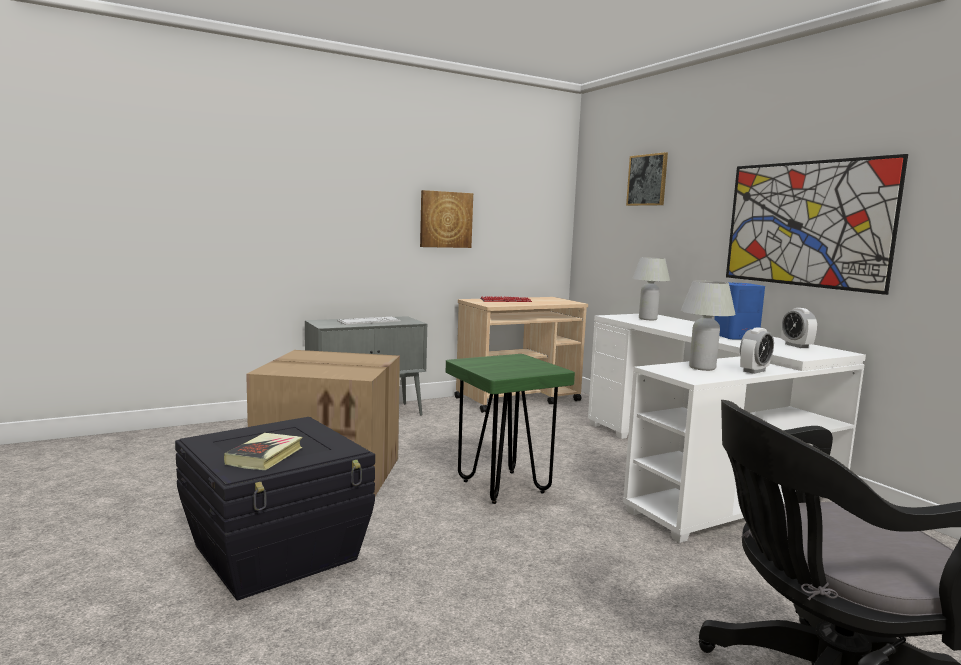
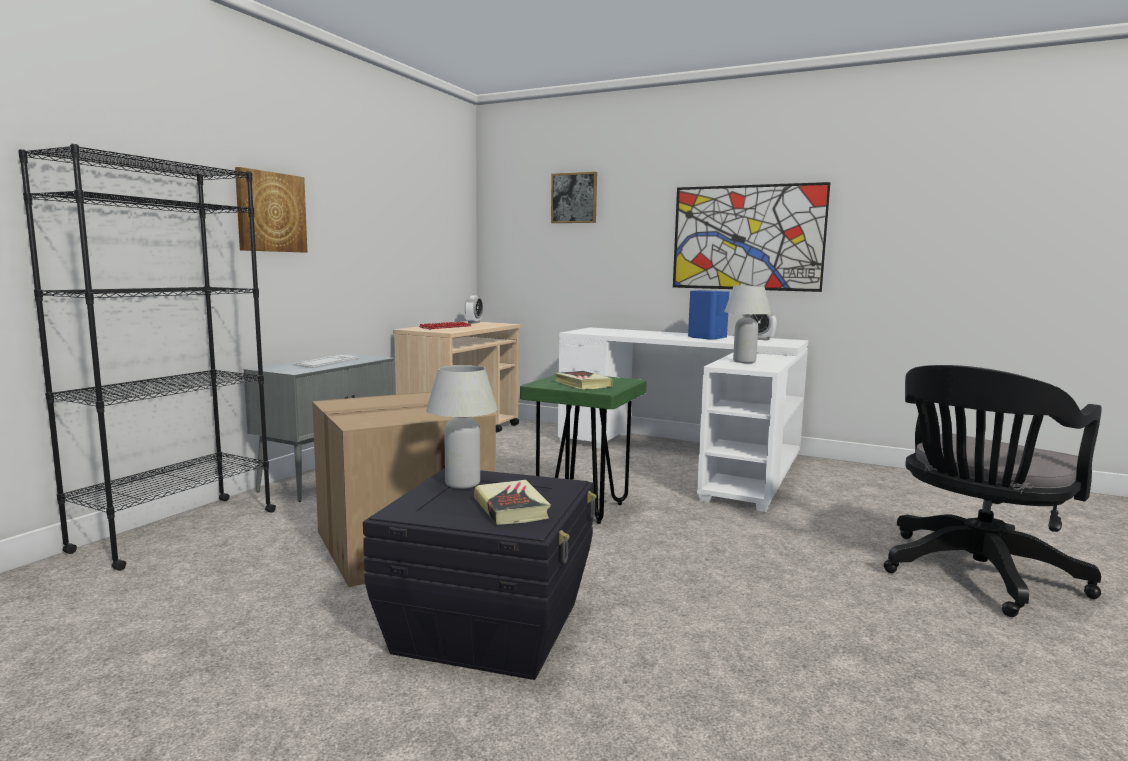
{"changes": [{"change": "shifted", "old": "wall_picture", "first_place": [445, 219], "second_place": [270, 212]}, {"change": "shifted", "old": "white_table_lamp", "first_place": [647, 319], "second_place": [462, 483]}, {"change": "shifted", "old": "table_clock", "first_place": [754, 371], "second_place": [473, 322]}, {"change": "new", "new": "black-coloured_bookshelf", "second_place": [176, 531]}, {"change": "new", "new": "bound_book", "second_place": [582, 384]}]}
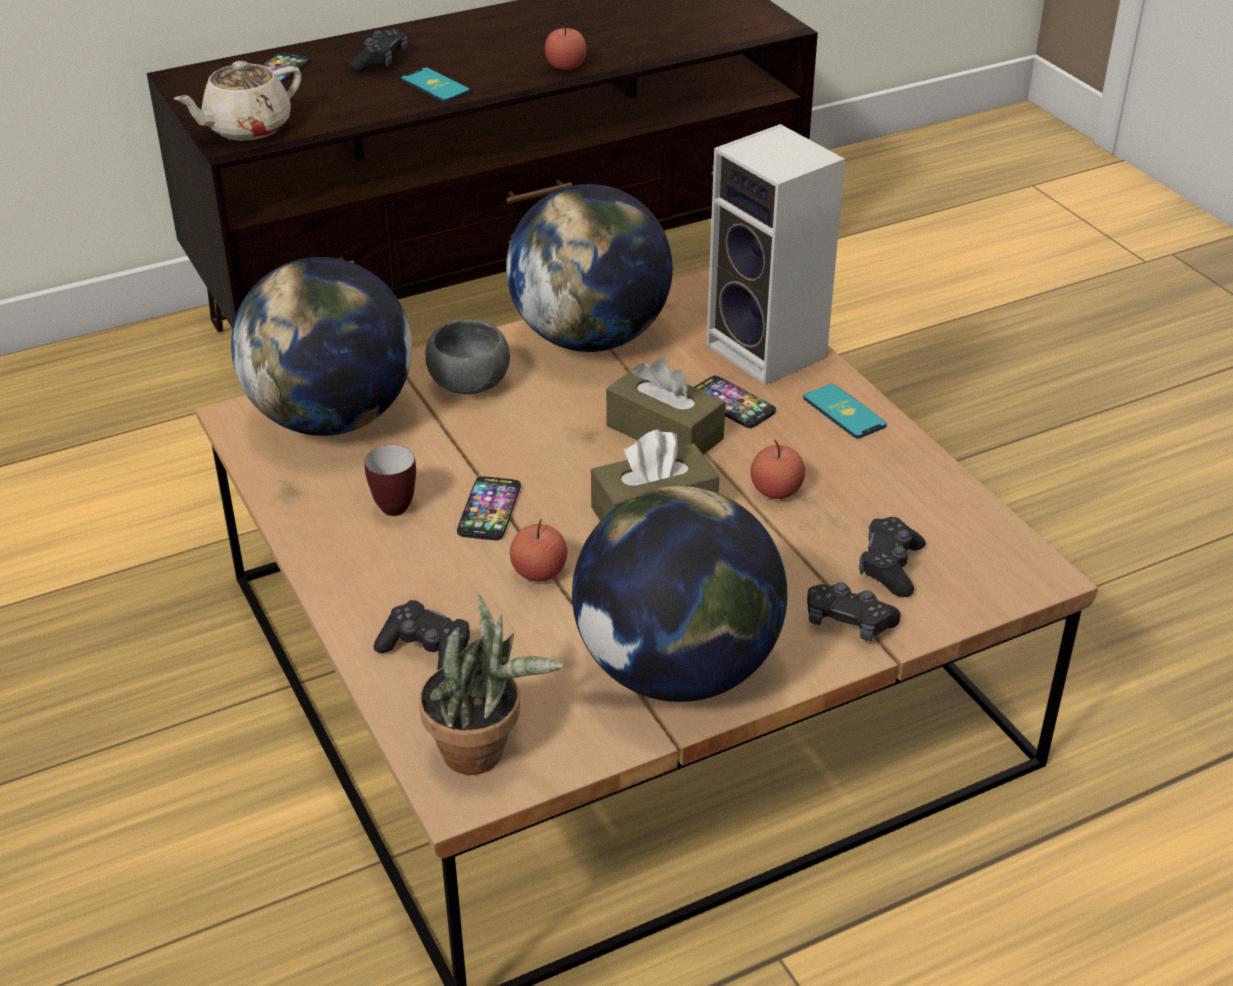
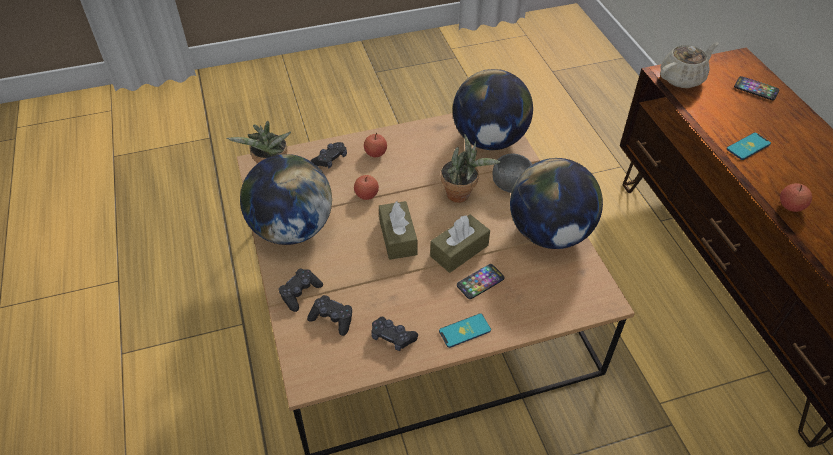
{"changes": [{"change": "shifted", "old": "black-coloured_gamepad", "first_place": [381, 61], "second_place": [392, 337]}, {"change": "rotated", "old": "sand-coloured_teapot", "first_place": [246, 128], "second_place": [682, 78], "degrees": 90}, {"change": "gone", "old": "speaker", "first_place": [771, 352]}, {"change": "shifted", "old": "apple", "first_place": [776, 491], "second_place": [375, 153]}, {"change": "gone", "old": "mug", "first_place": [390, 505]}, {"change": "gone", "old": "handset", "first_place": [489, 510]}, {"change": "new", "new": "houseplant", "second_place": [462, 195]}]}
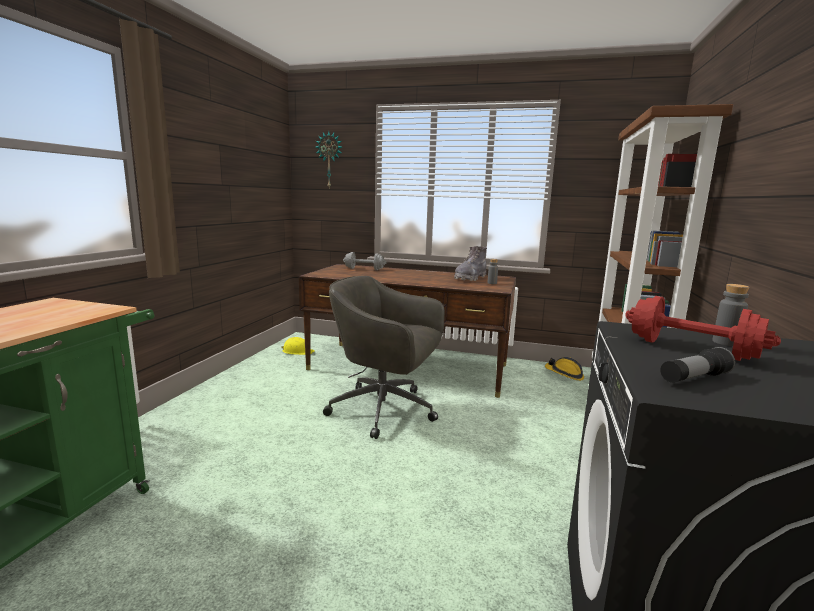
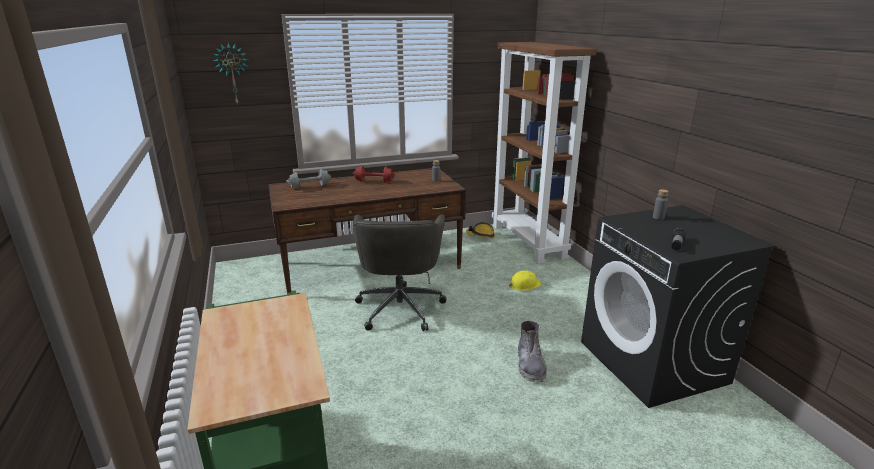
{"changes": [{"change": "shifted", "old": "greyish_high-top_boot", "first_place": [470, 278], "second_place": [530, 365]}, {"change": "rotated", "old": "greyish_desk_chair", "first_place": [385, 410], "second_place": [400, 307], "degrees": -75}, {"change": "shifted", "old": "reddish_hand_weight", "first_place": [691, 349], "second_place": [374, 181]}, {"change": "shifted", "old": "yellow-coloured_hard_hat", "first_place": [297, 351], "second_place": [524, 285]}]}
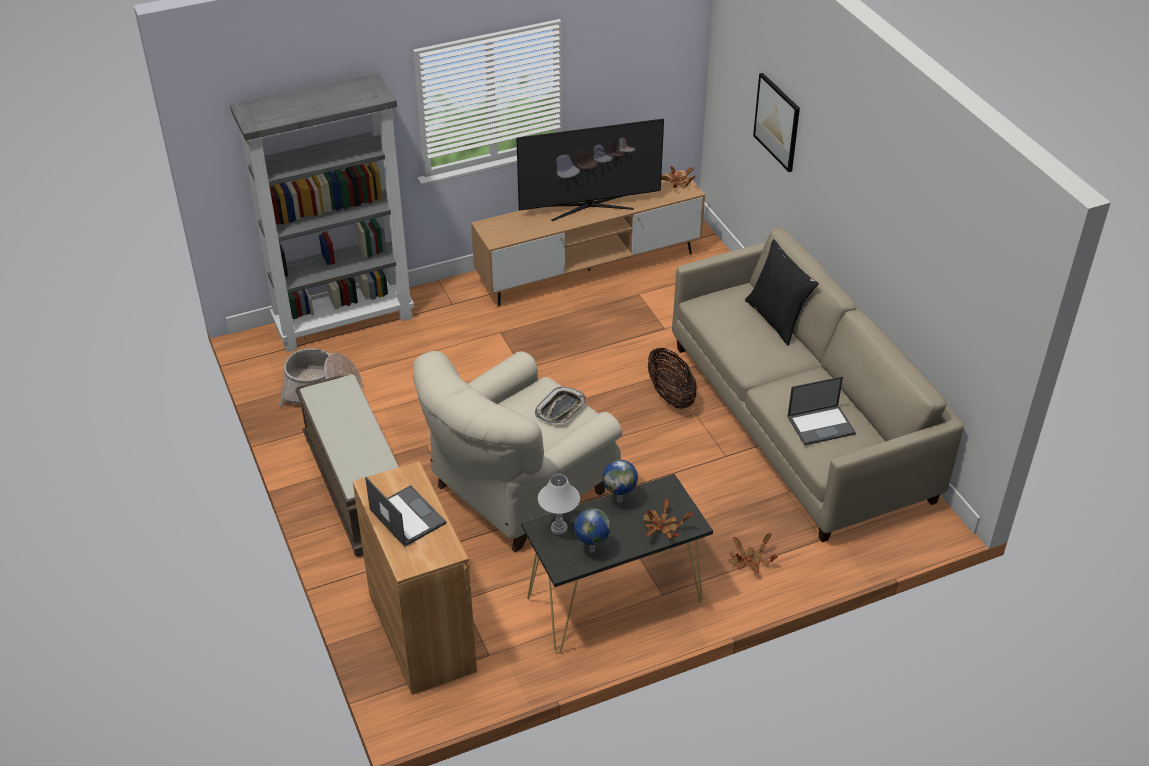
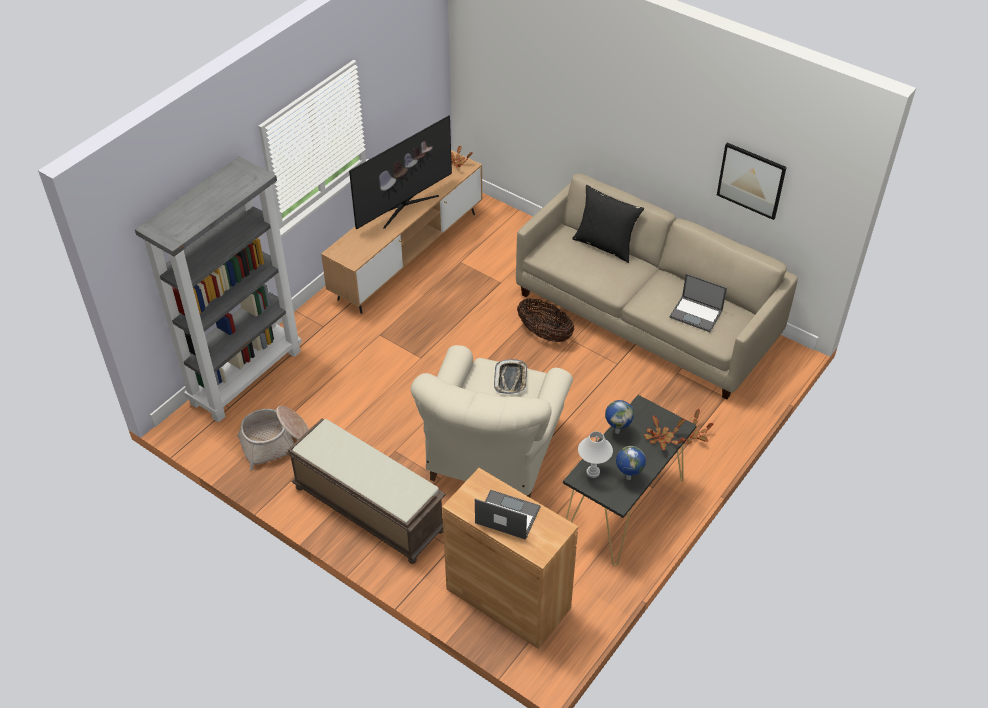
{"changes": [{"change": "shifted", "old": "wall_picture", "first_place": [777, 122], "second_place": [751, 180]}, {"change": "rotated", "old": "laptop", "first_place": [821, 425], "second_place": [696, 314], "degrees": 75}]}
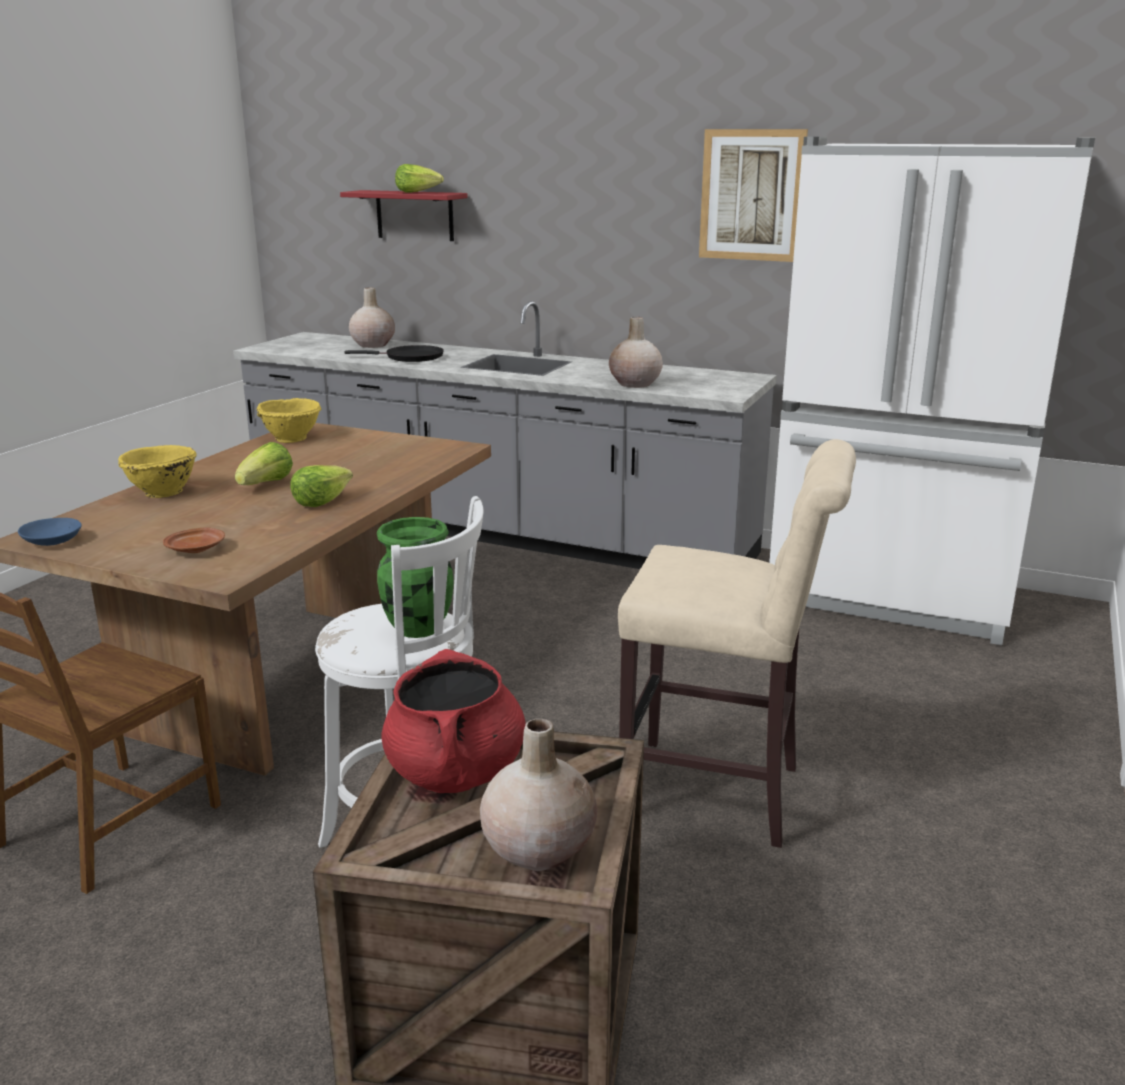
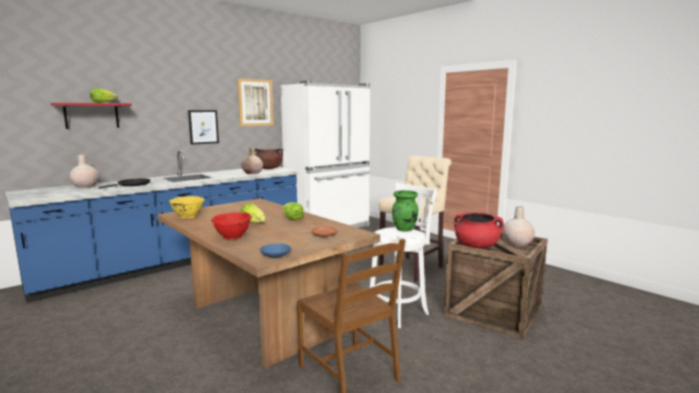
{"changes": [{"change": "repainted", "old": "greyish_counter", "new": "blue_counter", "first_place": [495, 531], "second_place": [180, 261]}, {"change": "repainted", "old": "yellow-coloured_bowl", "new": "reddish_bowl", "first_place": [162, 493], "second_place": [232, 237]}, {"change": "new", "new": "wall_picture", "second_place": [203, 127]}, {"change": "new", "new": "brown_cooking_pot", "second_place": [268, 168]}]}
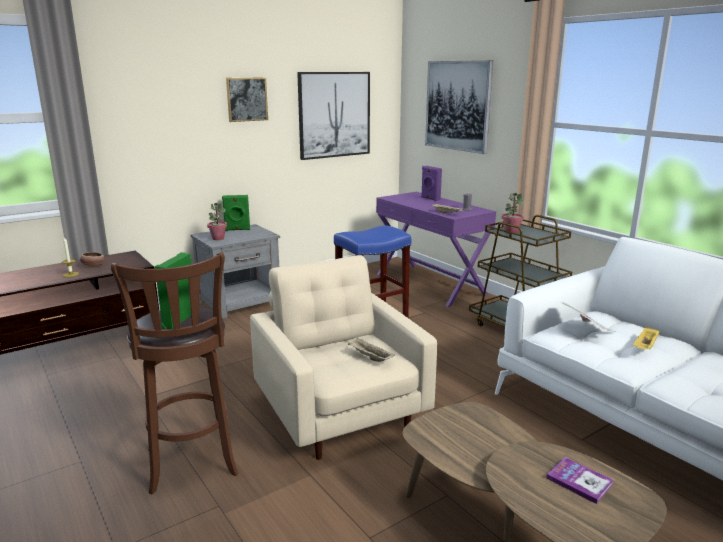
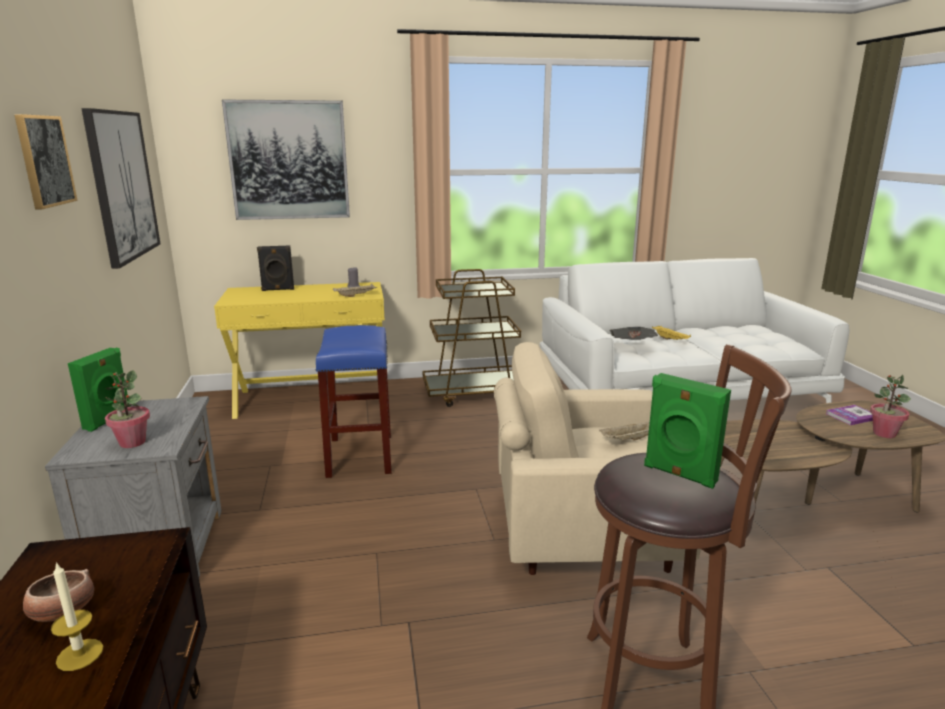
{"changes": [{"change": "repainted", "old": "purple-coloured_speaker", "new": "black-coloured_speaker", "first_place": [430, 198], "second_place": [278, 289]}, {"change": "repainted", "old": "purple-coloured_narrow_table", "new": "yellow-coloured_narrow_table", "first_place": [430, 284], "second_place": [312, 398]}, {"change": "shifted", "old": "houseplant", "first_place": [511, 232], "second_place": [884, 433]}]}
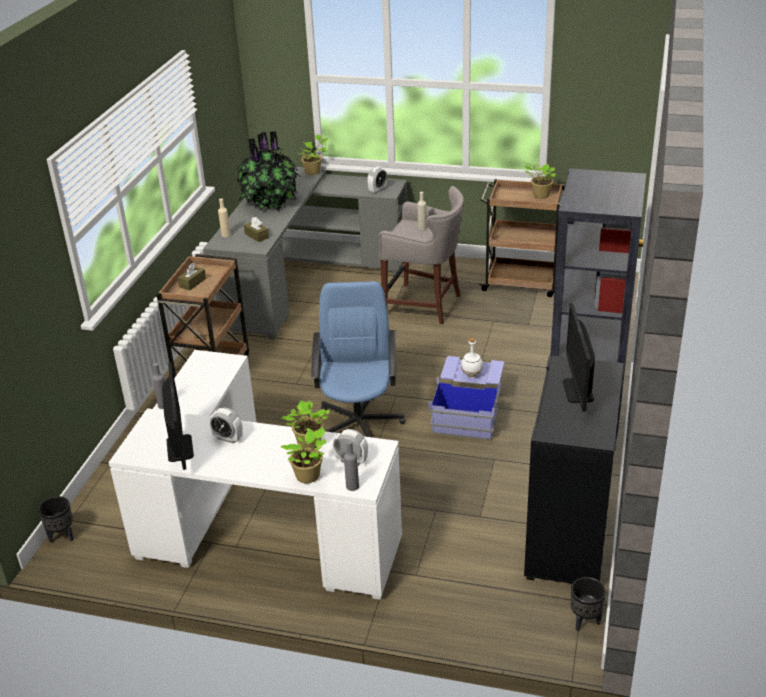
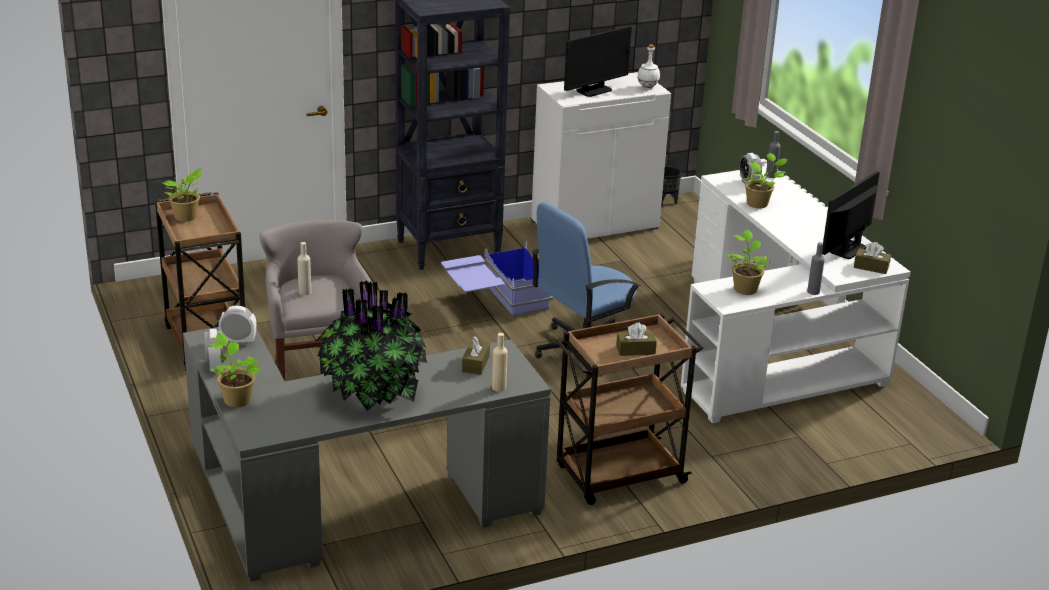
{"changes": [{"change": "shifted", "old": "white_bottle", "first_place": [472, 375], "second_place": [647, 87]}, {"change": "repainted", "old": "black-coloured_storage_cabinet", "new": "white_storage_cabinet", "first_place": [569, 536], "second_place": [595, 224]}, {"change": "shifted", "old": "table_clock", "first_place": [228, 438], "second_place": [215, 366]}, {"change": "shifted", "old": "houseplant", "first_place": [309, 476], "second_place": [745, 288]}, {"change": "gone", "old": "black-coloured_flower_pot", "first_place": [62, 536]}, {"change": "new", "new": "brown_tissue_box", "second_place": [871, 267]}]}
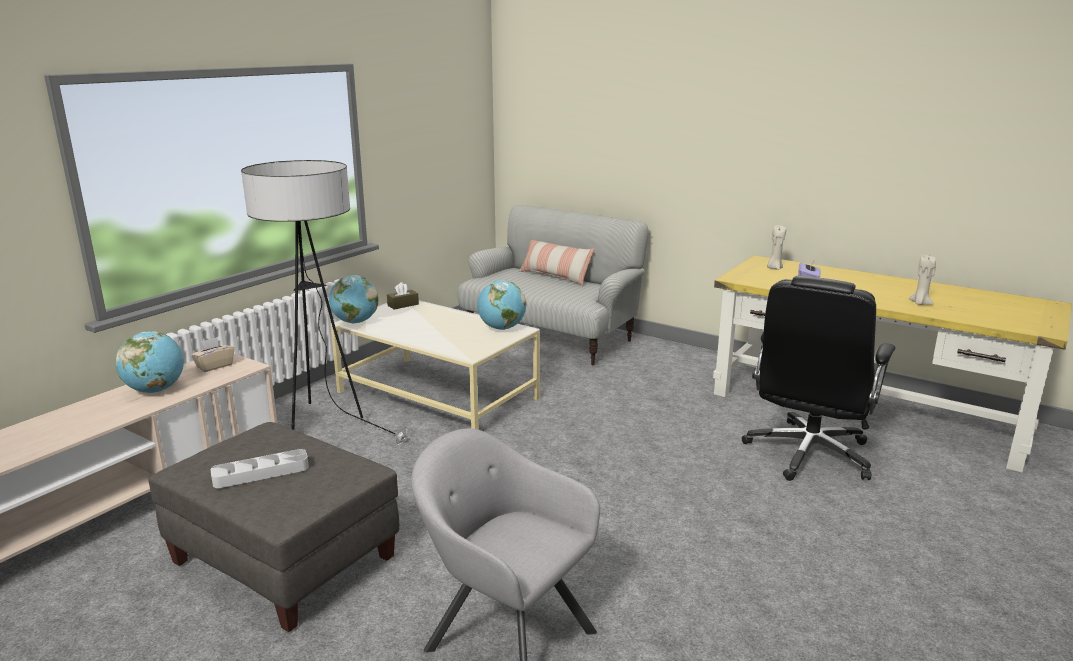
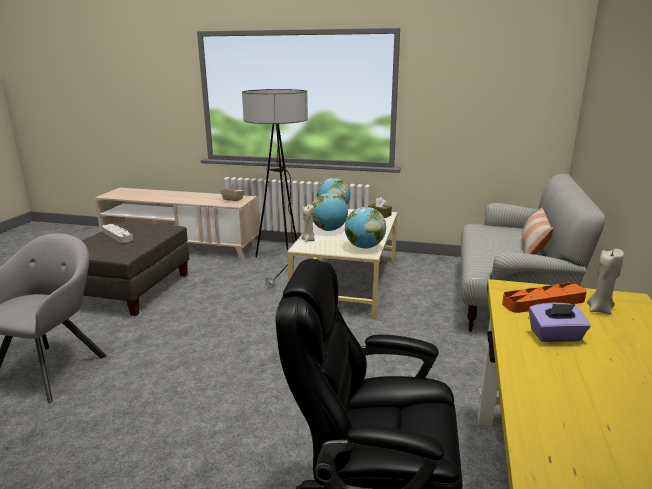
{"changes": [{"change": "shifted", "old": "sand-coloured_wax_candle", "first_place": [920, 303], "second_place": [308, 240]}, {"change": "shifted", "old": "world_globe", "first_place": [156, 390], "second_place": [329, 230]}, {"change": "new", "new": "orange-coloured_serving_tray", "second_place": [543, 302]}]}
